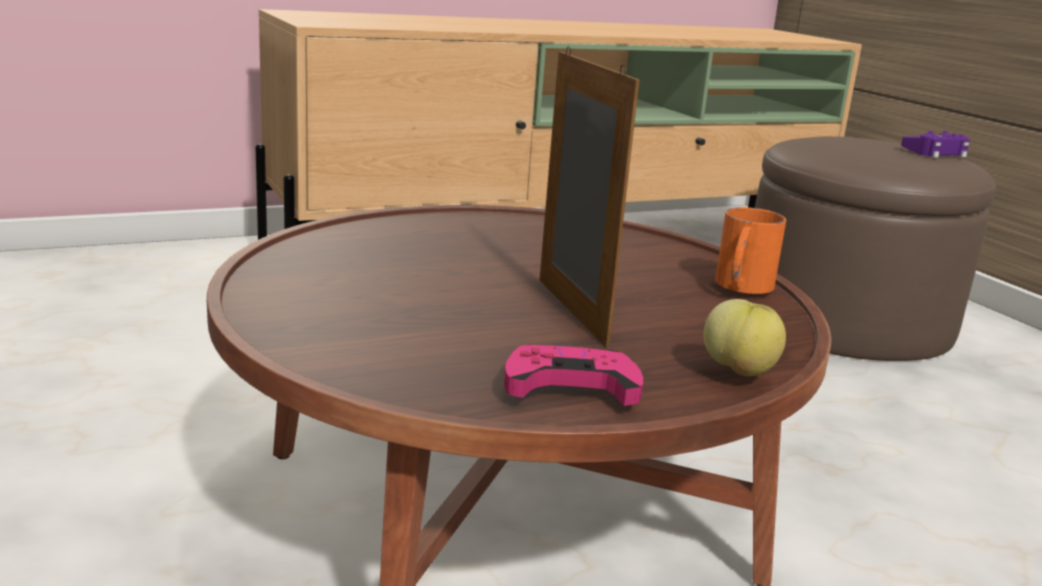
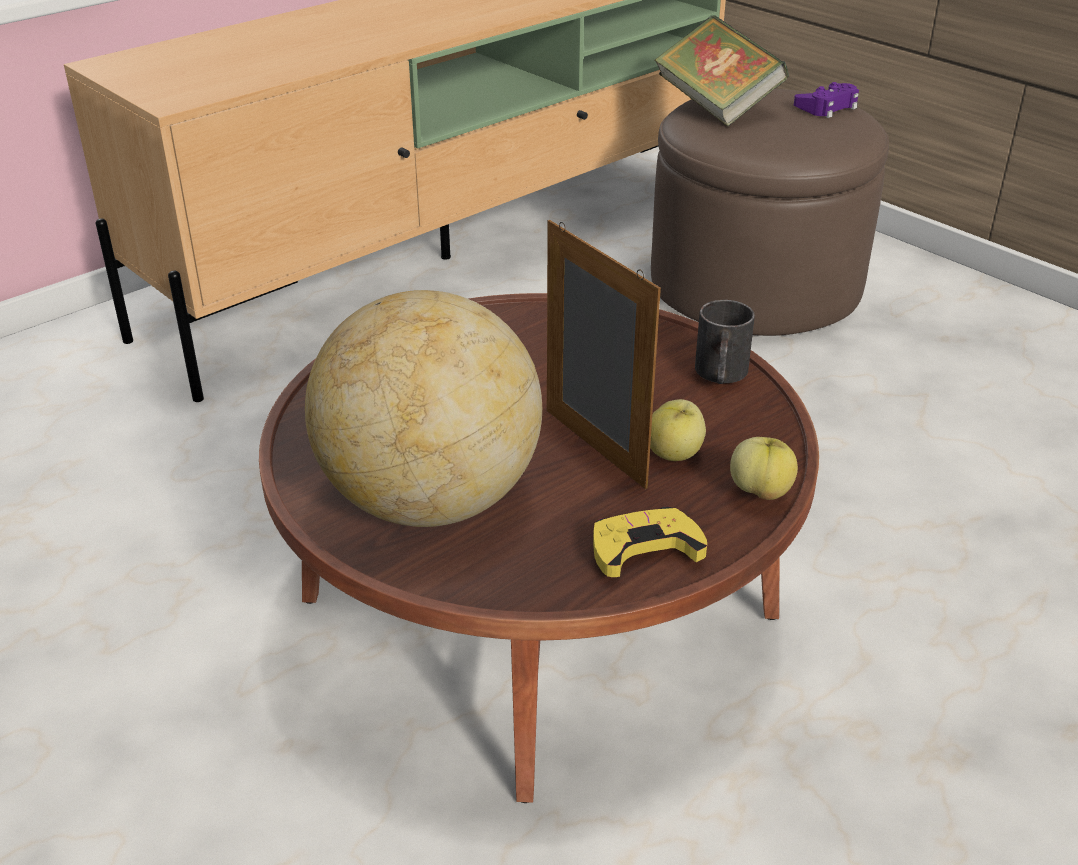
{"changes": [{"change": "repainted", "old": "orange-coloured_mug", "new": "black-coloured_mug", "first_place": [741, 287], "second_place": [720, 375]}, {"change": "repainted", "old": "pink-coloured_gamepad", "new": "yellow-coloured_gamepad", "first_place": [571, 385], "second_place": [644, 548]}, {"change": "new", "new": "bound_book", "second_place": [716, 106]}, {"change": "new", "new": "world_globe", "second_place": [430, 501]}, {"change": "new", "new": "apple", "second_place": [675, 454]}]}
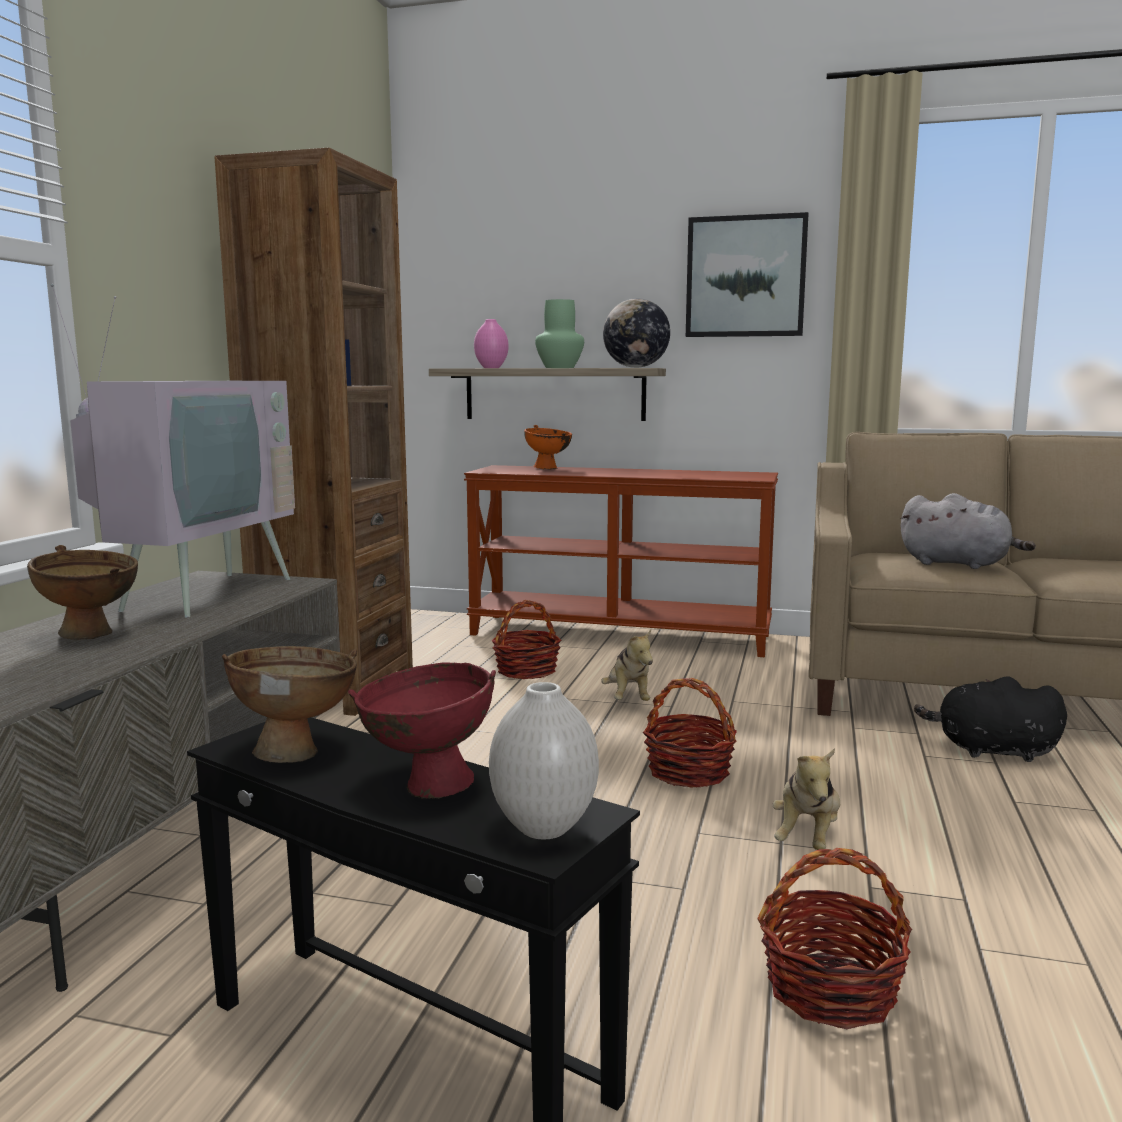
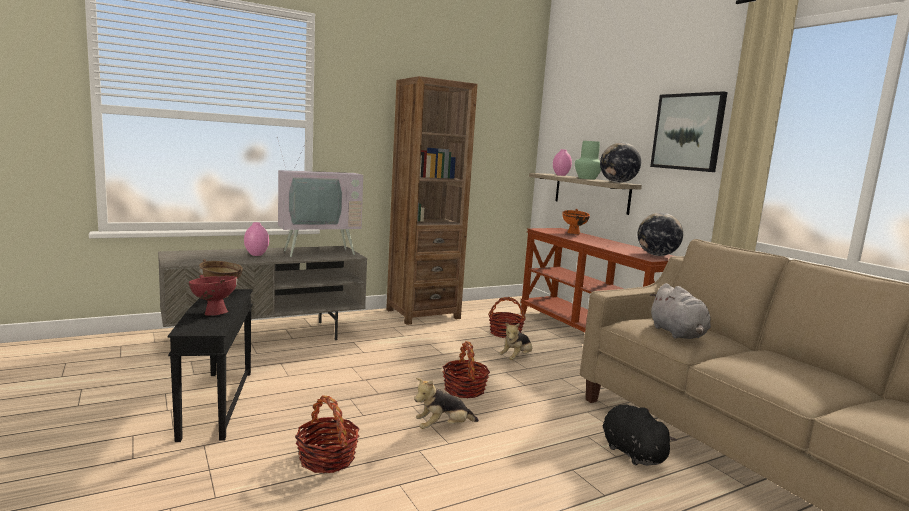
{"changes": [{"change": "swapped", "old": "brown_bowl", "new": "pink-coloured_flower_vase", "first_place": [92, 636], "second_place": [256, 254]}, {"change": "gone", "old": "white_flower_vase", "first_place": [542, 828]}, {"change": "new", "new": "world_globe", "second_place": [657, 255]}]}
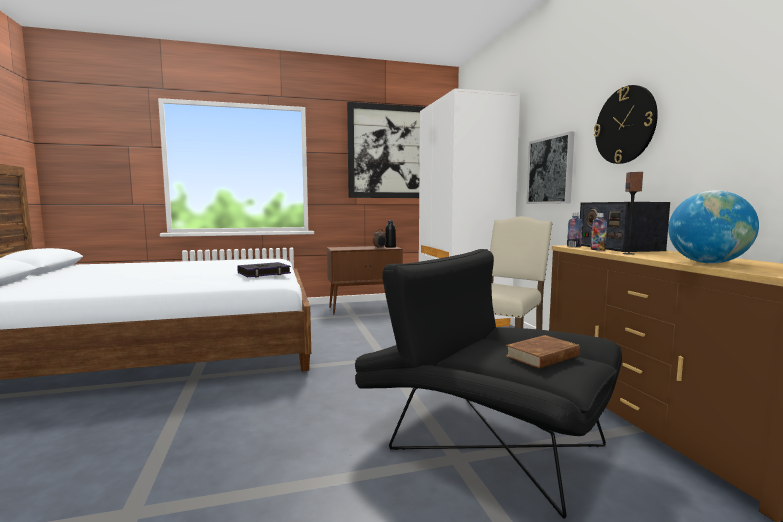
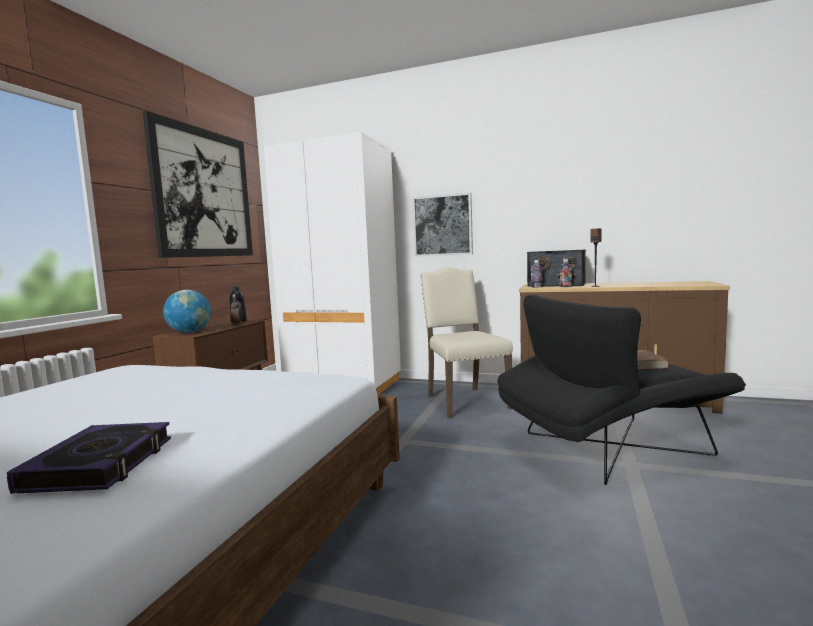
{"changes": [{"change": "gone", "old": "clock_on_the_wall", "first_place": [625, 125]}, {"change": "shifted", "old": "world_globe", "first_place": [707, 263], "second_place": [189, 332]}, {"change": "shifted", "old": "bound_book", "first_place": [264, 273], "second_place": [101, 464]}]}
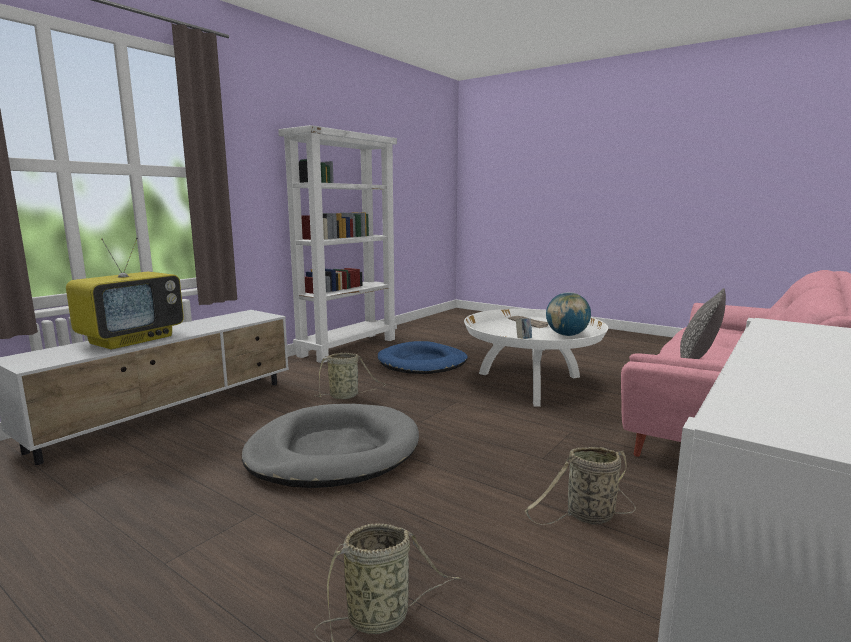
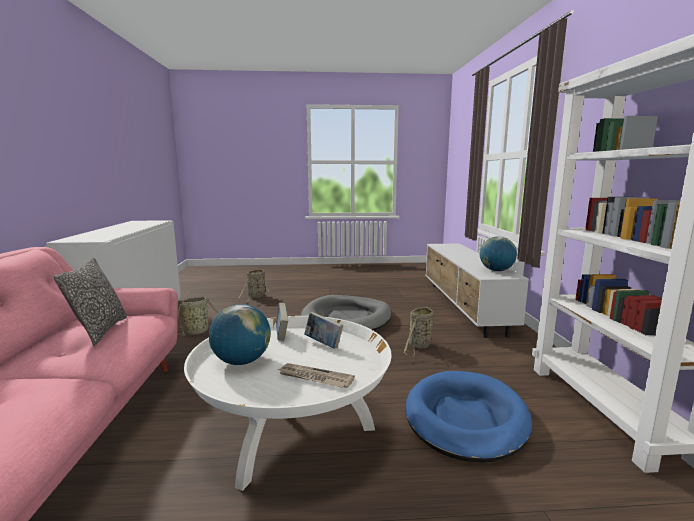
{"changes": [{"change": "gone", "old": "television", "first_place": [132, 339]}, {"change": "new", "new": "world_globe", "second_place": [496, 270]}, {"change": "new", "new": "bound_book", "second_place": [323, 344]}]}
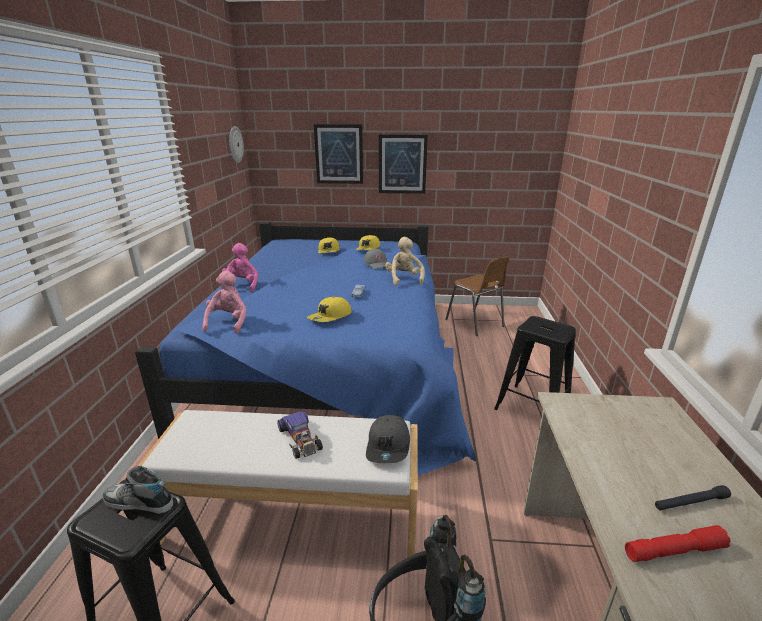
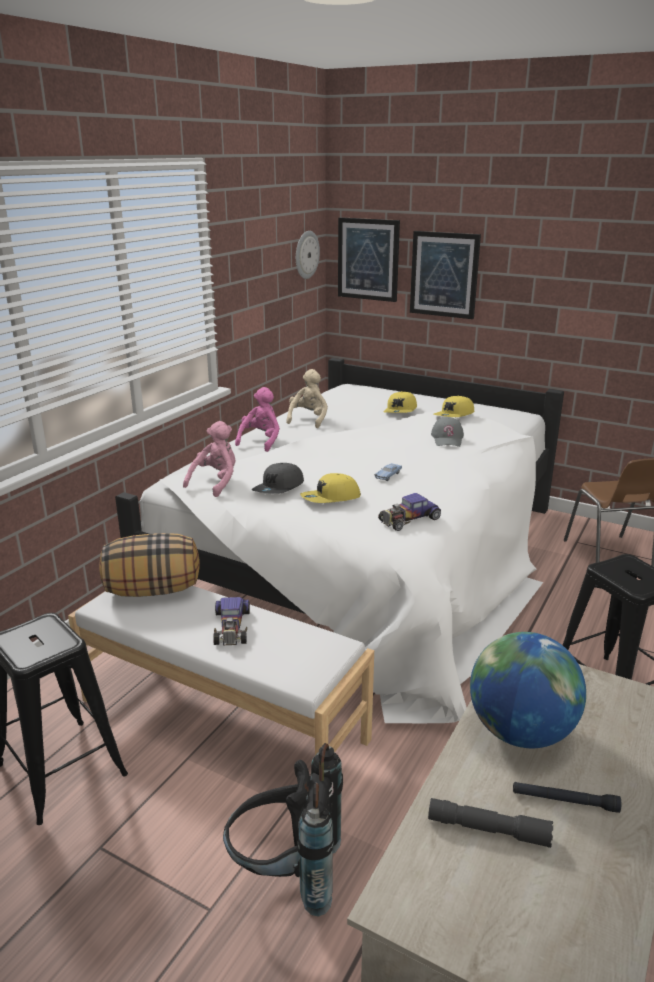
{"changes": [{"change": "shifted", "old": "wall_picture", "first_place": [402, 164], "second_place": [368, 259]}, {"change": "repainted", "old": "blue_sleeping_bed", "new": "white_sleeping_bed", "first_place": [335, 359], "second_place": [370, 560]}, {"change": "shifted", "old": "sand-coloured_soft_toy", "first_place": [404, 279], "second_place": [308, 419]}, {"change": "shifted", "old": "greyish_peaked_cap", "first_place": [389, 446], "second_place": [279, 488]}, {"change": "gone", "old": "item_of_footwear", "first_place": [139, 502]}, {"change": "repainted", "old": "reddish_flashlight", "new": "greyish_flashlight", "first_place": [673, 551], "second_place": [488, 829]}, {"change": "new", "new": "toy_car", "second_place": [409, 519]}, {"change": "new", "new": "throw_pillow", "second_place": [153, 590]}, {"change": "new", "new": "world_globe", "second_place": [520, 732]}]}
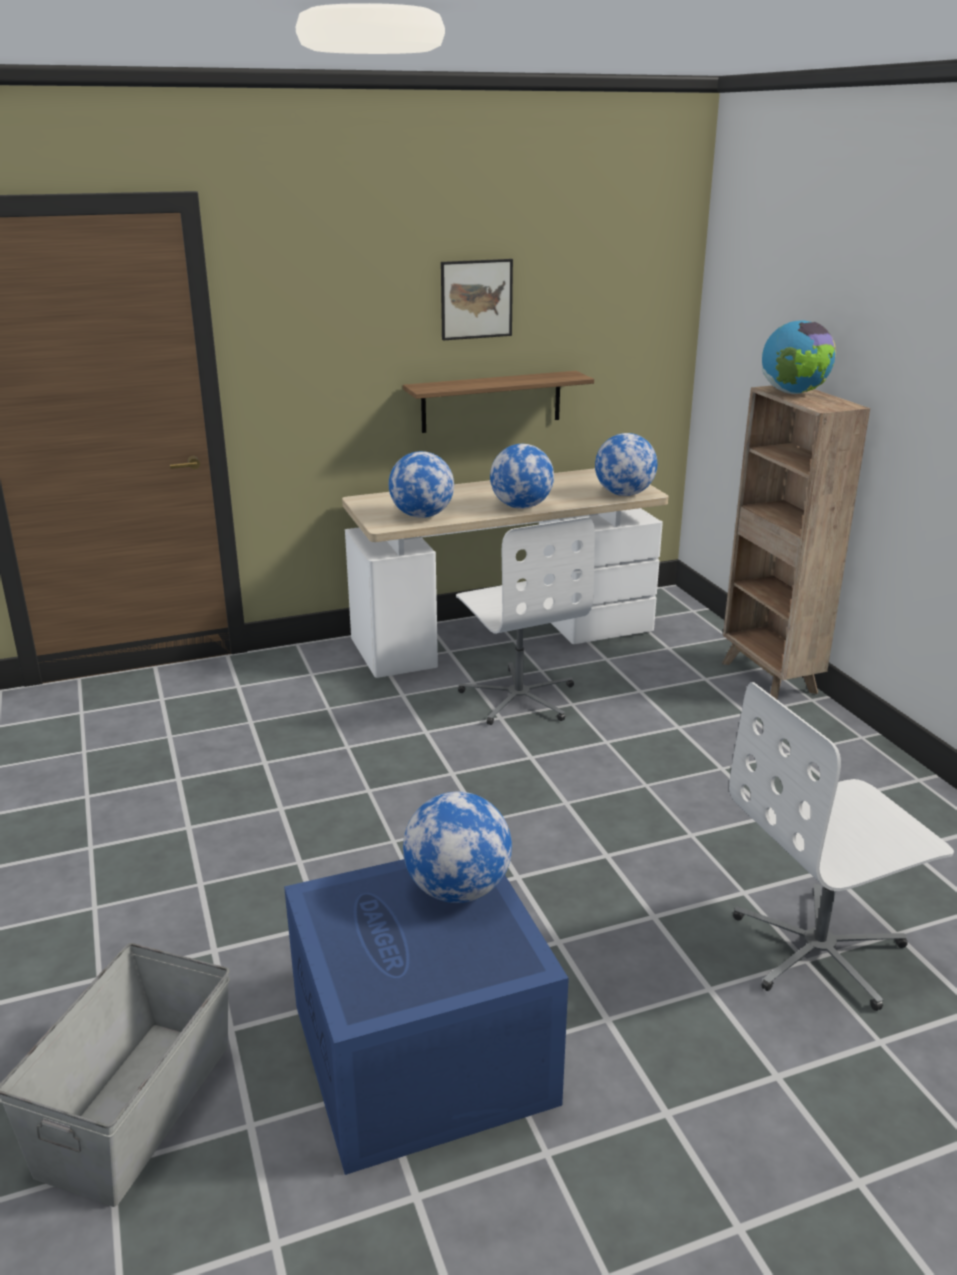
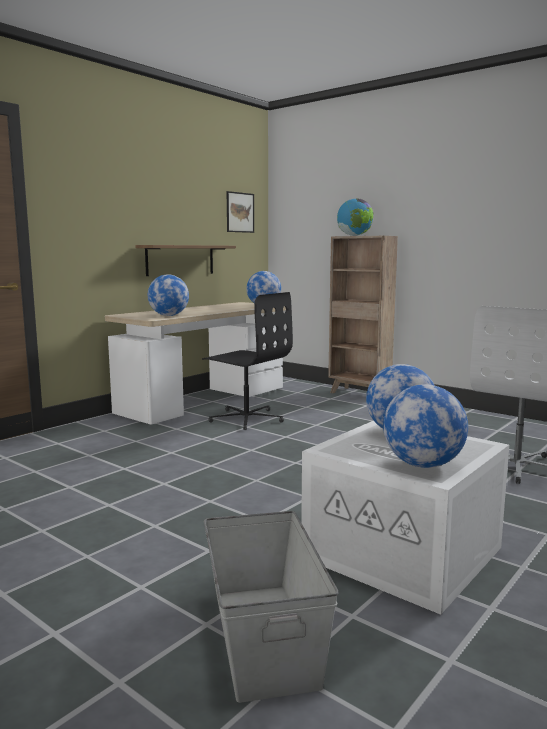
{"changes": [{"change": "shifted", "old": "wall_picture", "first_place": [476, 299], "second_place": [240, 212]}, {"change": "shifted", "old": "world_globe", "first_place": [521, 507], "second_place": [423, 465]}, {"change": "repainted", "old": "white_desk_chair", "new": "black-coloured_desk_chair", "first_place": [519, 697], "second_place": [246, 418]}, {"change": "repainted", "old": "blue_storage_box", "new": "white_storage_box", "first_place": [426, 1055], "second_place": [406, 552]}]}
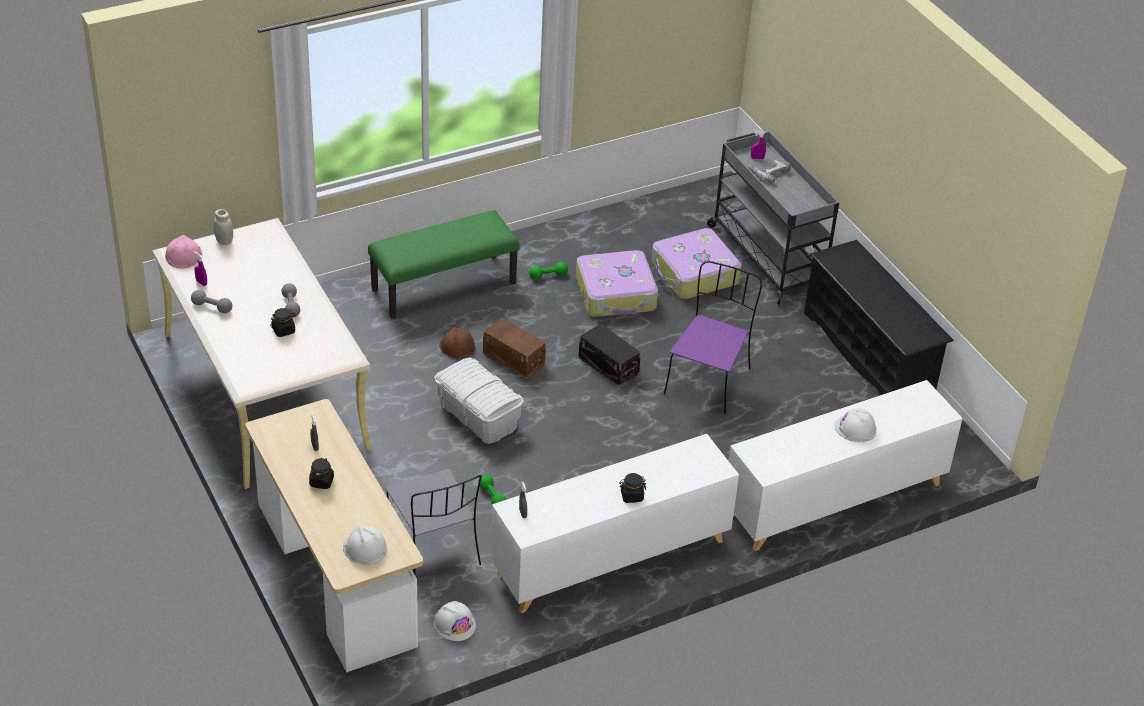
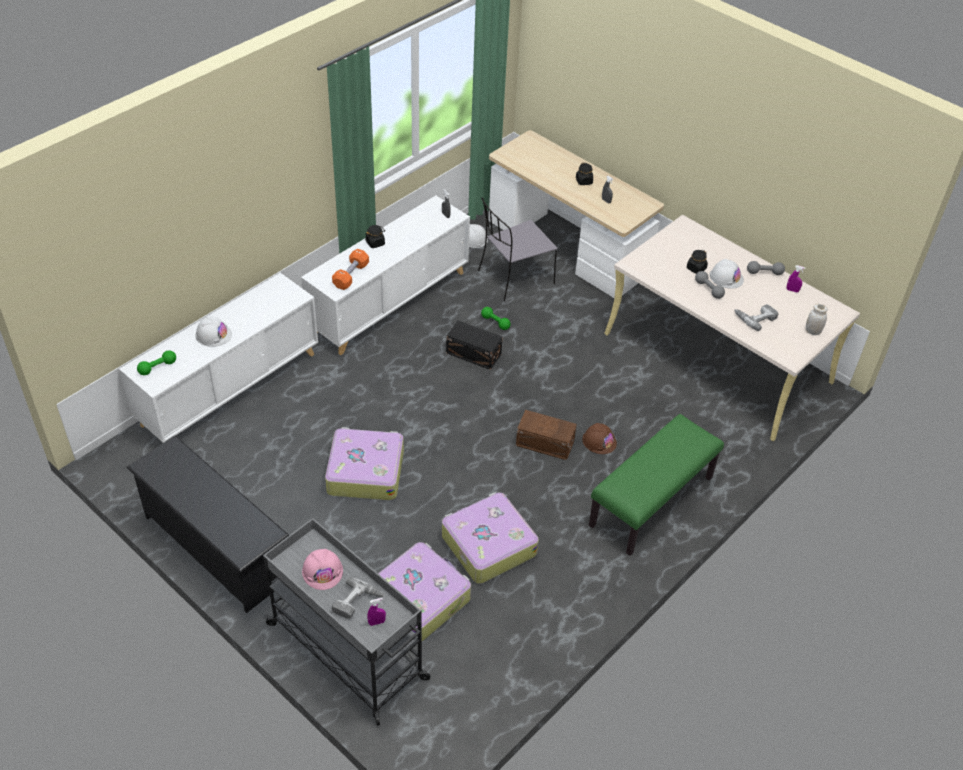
{"changes": [{"change": "shifted", "old": "pink-coloured_hard_hat", "first_place": [183, 256], "second_place": [322, 571]}, {"change": "swapped", "old": "purple-coloured_upright_chair", "new": "travel_case", "first_place": [708, 380], "second_place": [365, 471]}, {"change": "shifted", "old": "green_hand_weight", "first_place": [548, 275], "second_place": [157, 367]}, {"change": "shifted", "old": "black-coloured_storage_box", "first_place": [608, 364], "second_place": [474, 354]}, {"change": "gone", "old": "white_storage_box", "first_place": [477, 415]}, {"change": "rotated", "old": "greyish_upright_chair", "first_place": [434, 550], "second_place": [514, 278], "degrees": -75}, {"change": "shifted", "old": "white_hard_hat", "first_place": [364, 548], "second_place": [726, 277]}, {"change": "new", "new": "orange-coloured_hand_weight", "second_place": [351, 276]}, {"change": "new", "new": "electric_drill", "second_place": [755, 317]}]}
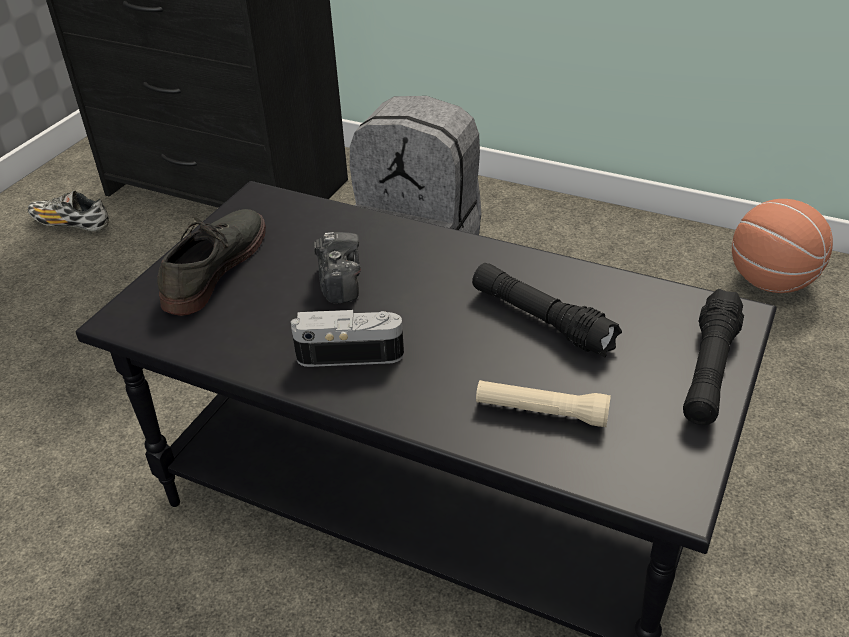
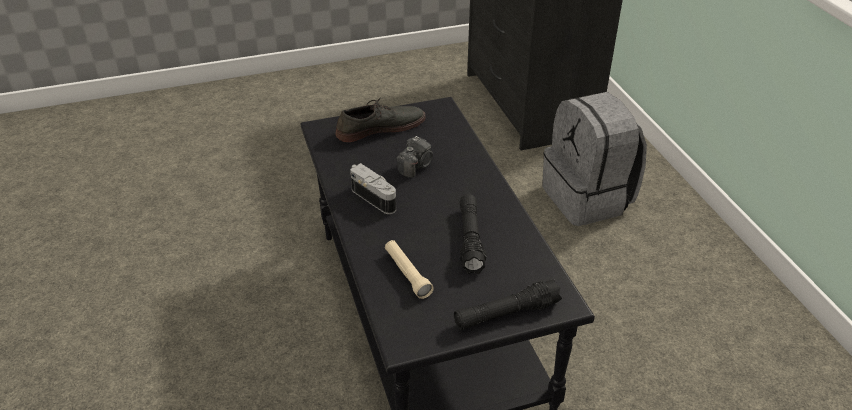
{"changes": [{"change": "gone", "old": "item_of_footwear", "first_place": [71, 224]}, {"change": "gone", "old": "basketball", "first_place": [771, 281]}]}
